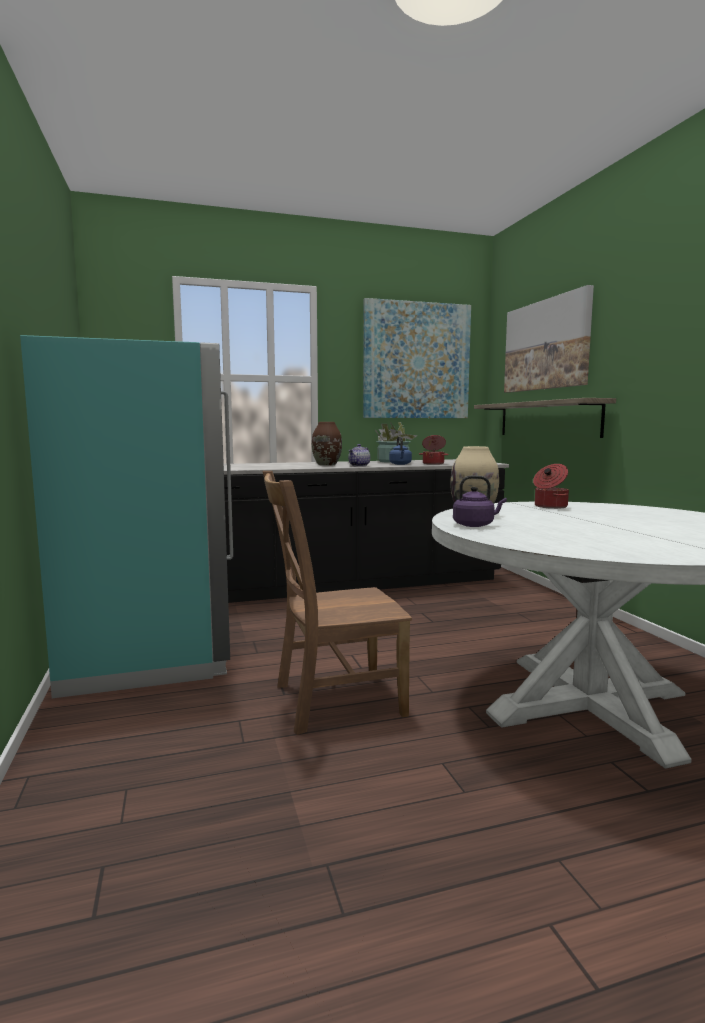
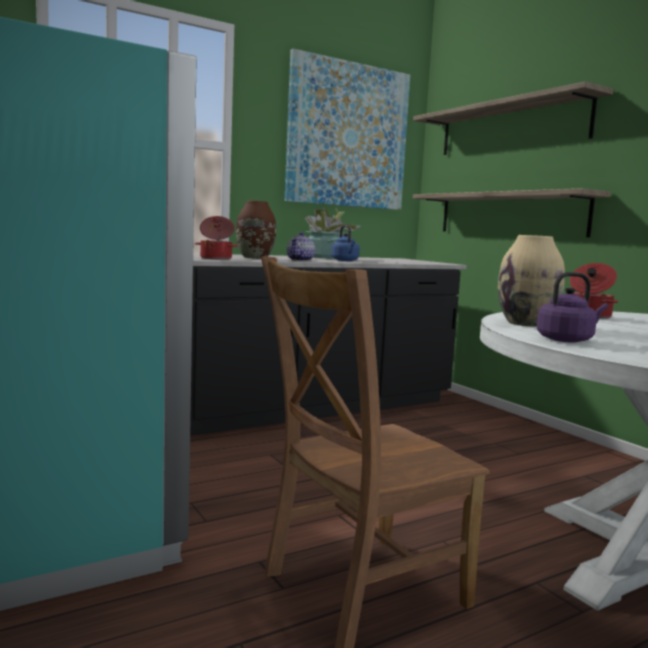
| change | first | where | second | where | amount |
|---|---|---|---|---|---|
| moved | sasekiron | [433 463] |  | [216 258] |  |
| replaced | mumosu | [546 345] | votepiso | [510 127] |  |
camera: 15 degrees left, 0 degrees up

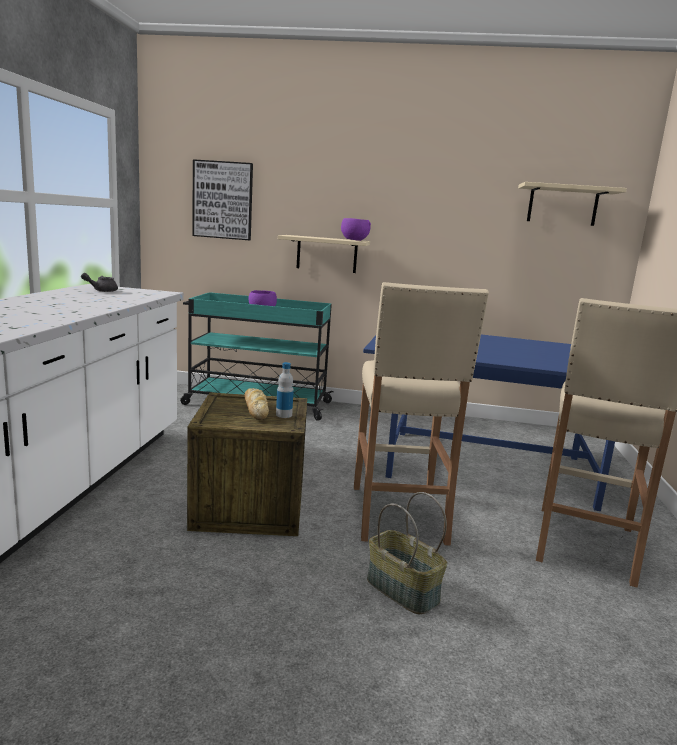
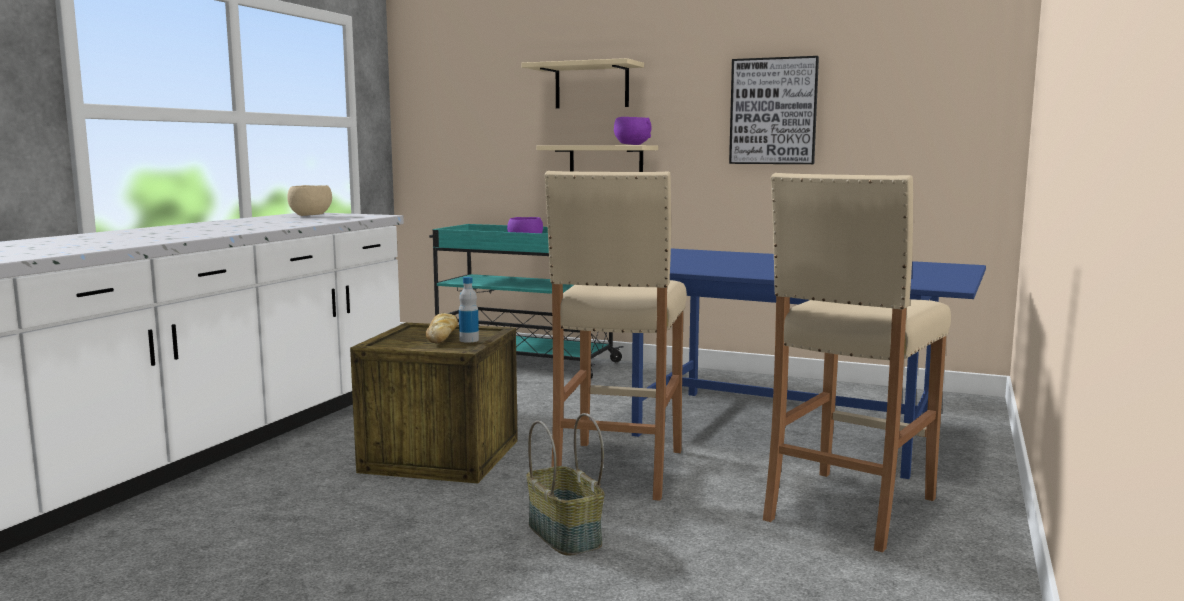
| change | first | where | second | where | amount |
|---|---|---|---|---|---|
| replaced | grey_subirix | [102 290] | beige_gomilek | [310 215] |  |
| moved | mumosu | [223 200] |  | [773 111] |  |
| moved | beige_votepiso | [562 205] |  | [592 86] |  |
camera: 15 degrees right, 5 degrees down

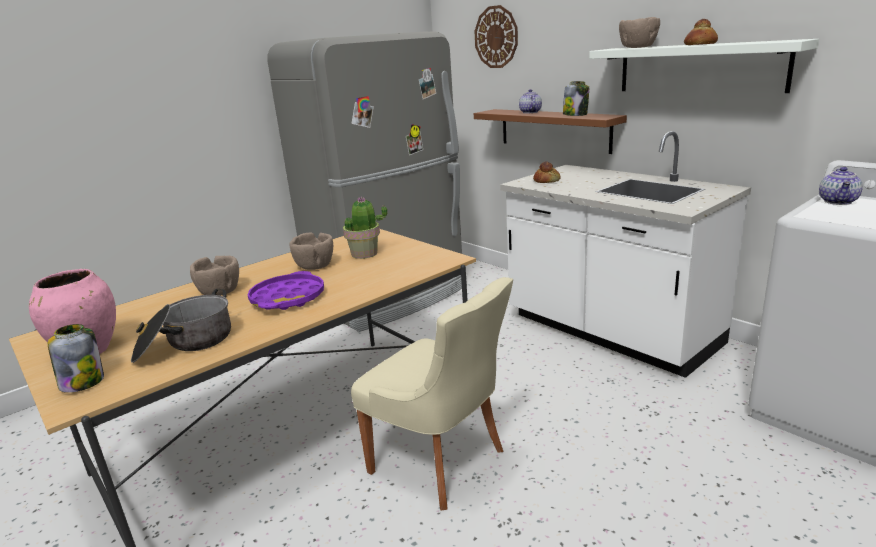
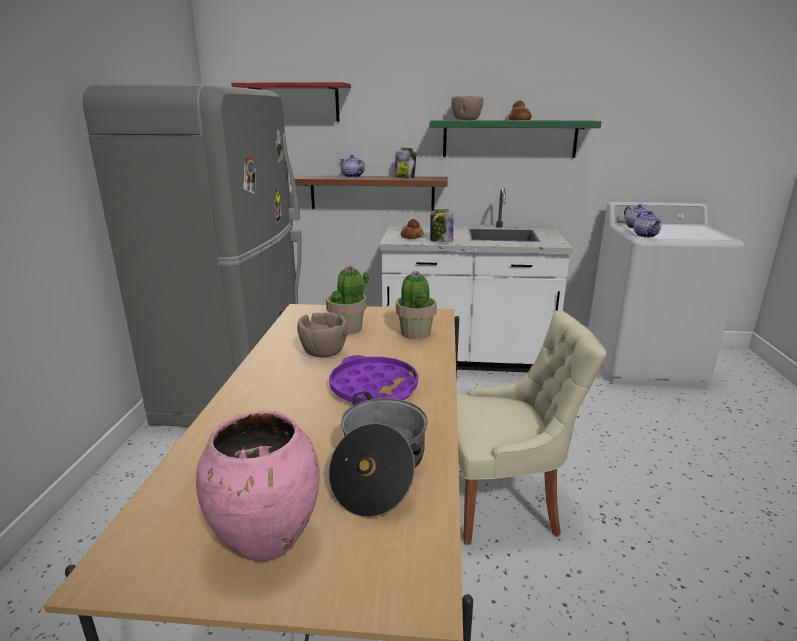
| change | first | where | second | where | amount |
|---|---|---|---|---|---|
| moved | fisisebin | [83 382] |  | [441 241] |  |
| removed | brown_gomilek | [219 292] |  |  |  |
| replaced | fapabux | [496 37] | red_votepiso | [299 103] |  |
| recoloured | white_votepiso | [699 68] | green_votepiso | [509 138] |  |
| added |  |  | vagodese | [415 333] |  |
| added |  |  | subirix | [646 235] |  |
camera: 45 degrees left, 0 degrees up

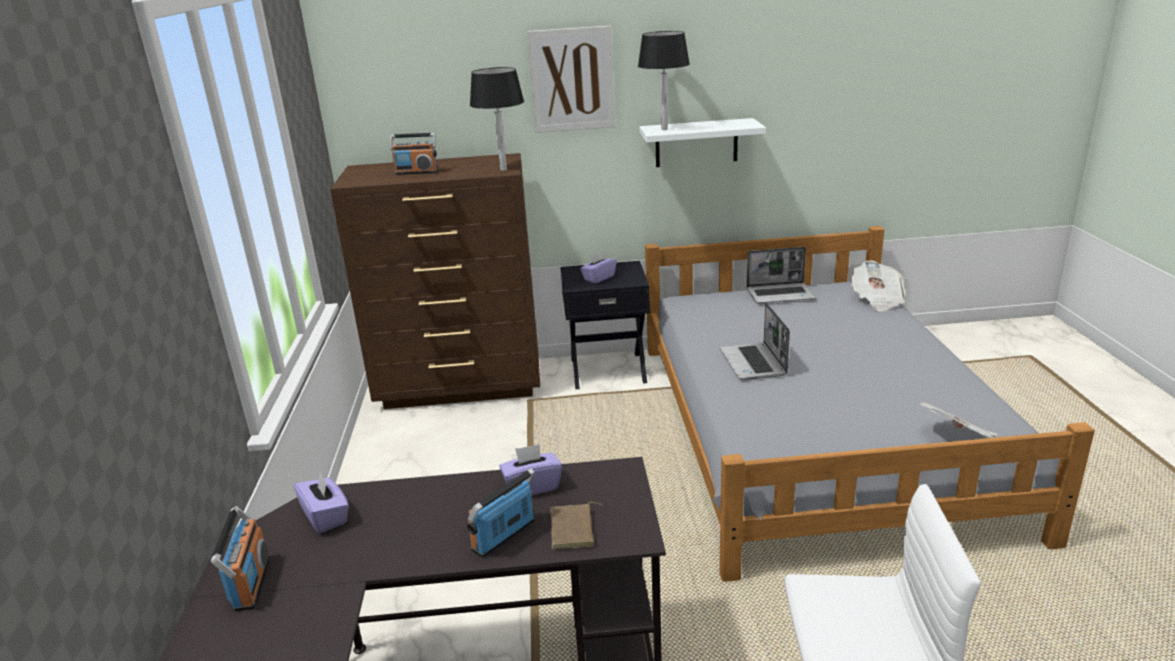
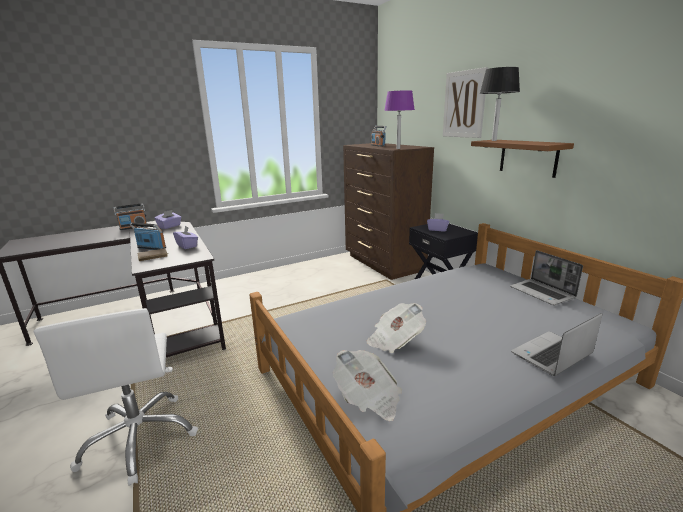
| change | first | where | second | where | amount |
|---|---|---|---|---|---|
| recoloured | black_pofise | [503 169] | purple_pofise | [398 148] |  |
| recoloured | white_votepiso | [696 143] | brown_votepiso | [528 157] |  |
| moved | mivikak | [754 363] |  | [552 355] |  |
| moved | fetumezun | [877 300] |  | [395 340] |  |
camera: 65 degrees right, 5 degrees down

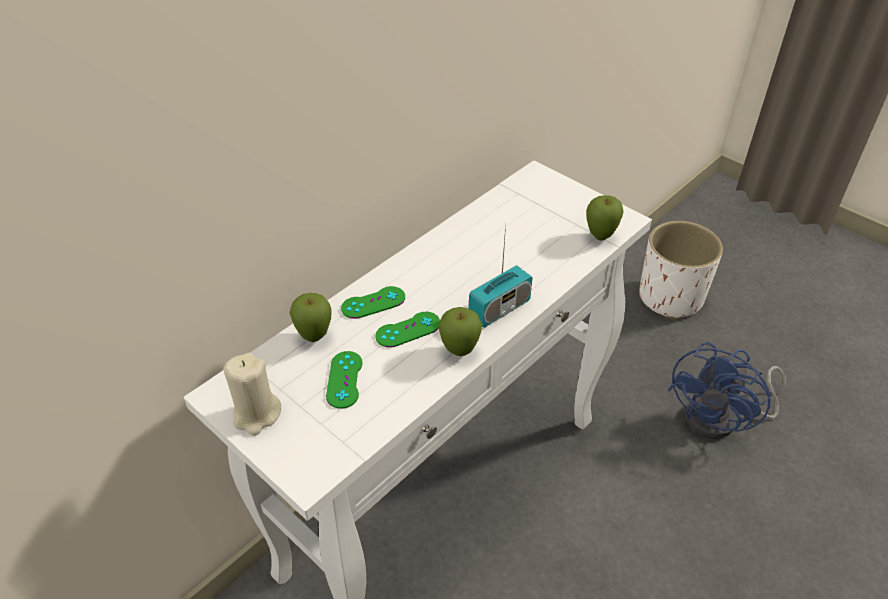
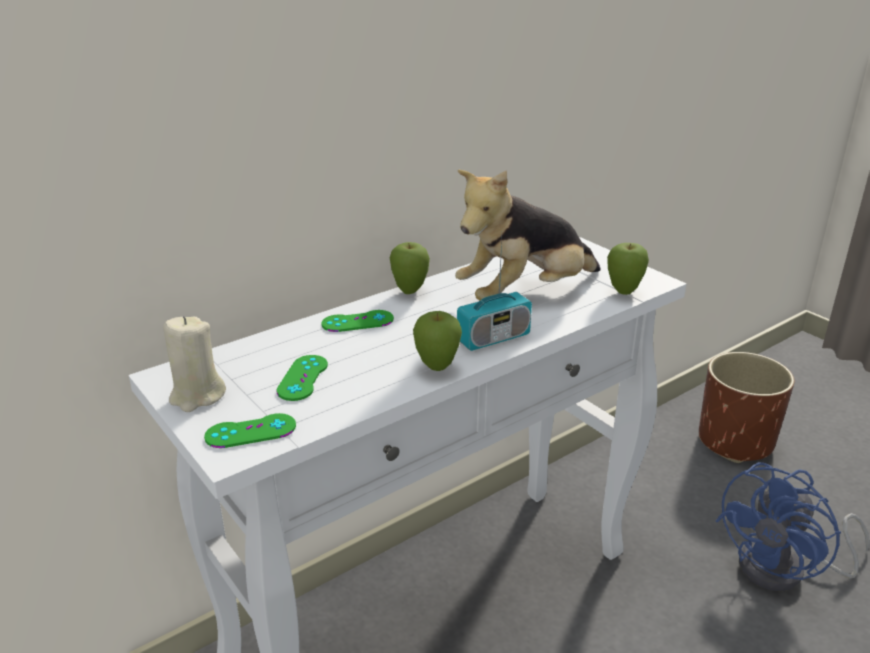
| change | first | where | second | where | amount |
|---|---|---|---|---|---|
| moved | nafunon | [314 337] |  | [410 291] |  |
| moved | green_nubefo | [408 330] |  | [250 431] |  |
| recoloured | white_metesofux | [670 297] | brown_metesofux | [735 441] |  |
| added |  |  | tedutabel | [525 295] |  |
camera: 10 degrees right, 15 degrees down

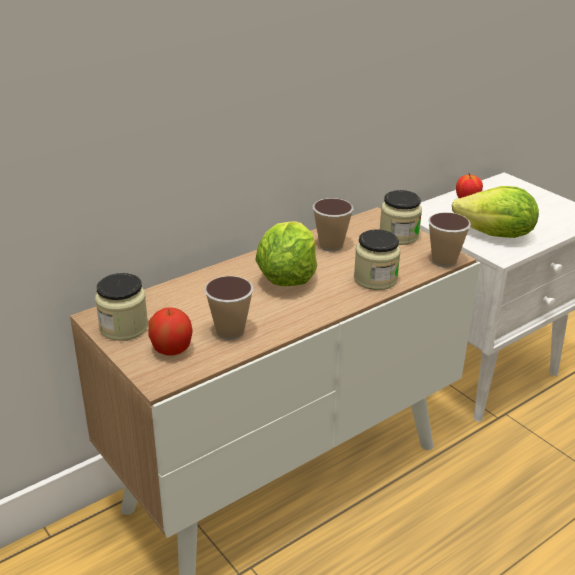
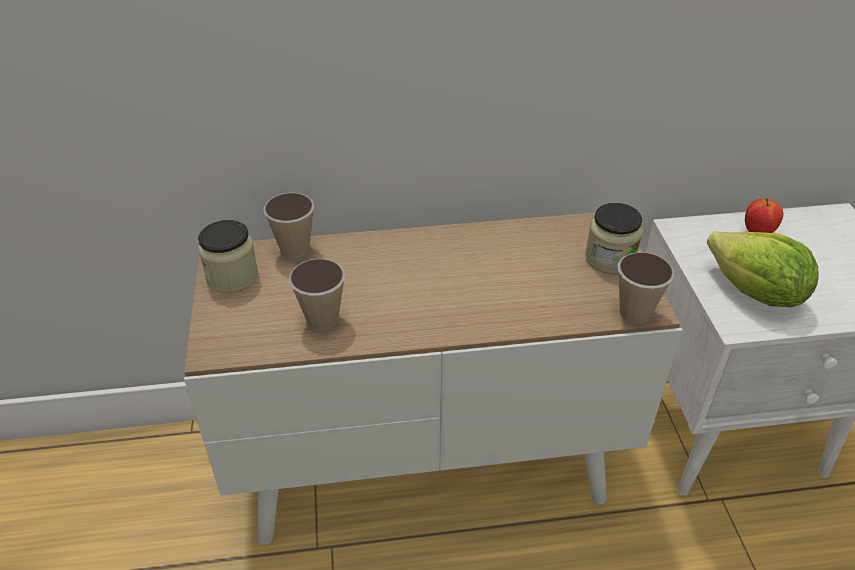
| change | first | where | second | where | amount |
|---|---|---|---|---|---|
| removed | nafunon | [171 350] |  |  |  |
| removed | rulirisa | [287 277] |  |  |  |
| moved | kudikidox | [331 245] |  | [295 249] |  |
| removed | fisisebin | [375 279] |  |  |  |
camera: 30 degrees right, 10 degrees up

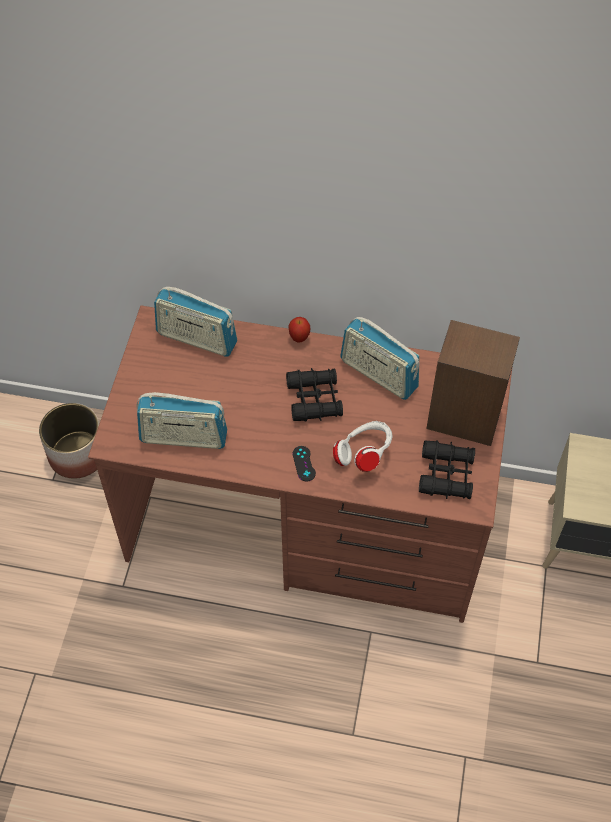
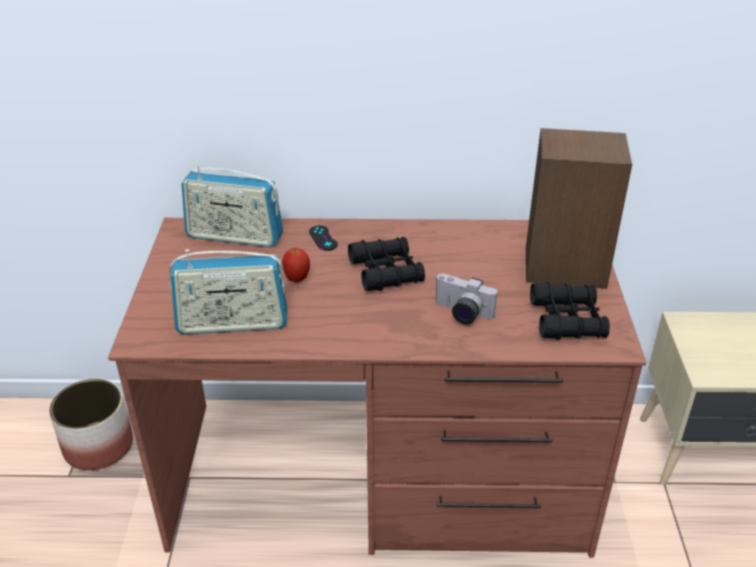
| change | first | where | second | where | amount |
|---|---|---|---|---|---|
| moved | nafunon | [299 338] |  | [297 279] |  |
| moved | black_nubefo | [304 463] |  | [323 238] |  |
| replaced | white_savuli | [364 455] | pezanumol | [461 313] |  |
| removed | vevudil | [378 374] |  |  |  |
camera: 10 degrees left, 20 degrees down

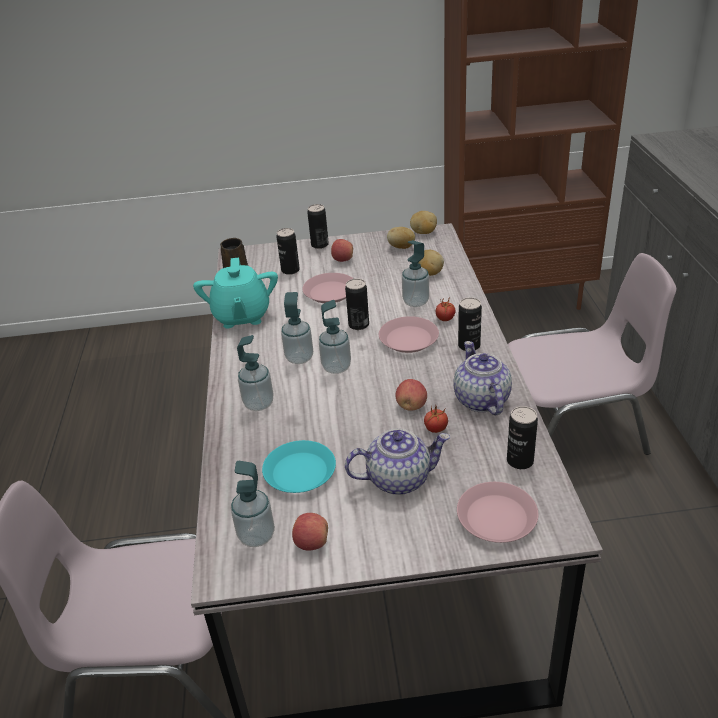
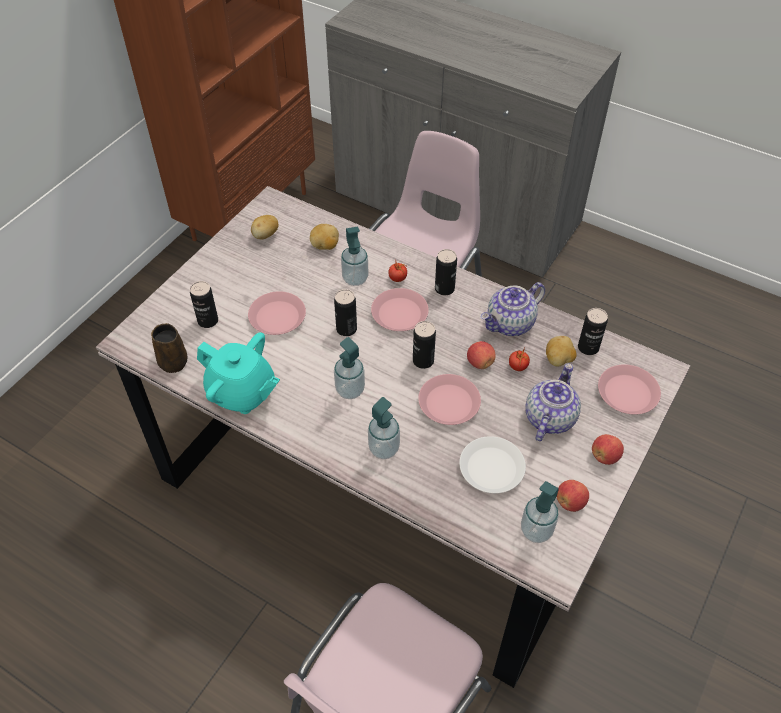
| change | first | where | second | where | amount |
|---|---|---|---|---|---|
| recoloured | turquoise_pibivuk | [300 472] | white_pibivuk | [492 468] |  |
| moved | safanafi | [320 245] |  | [423 361] |  |
| removed | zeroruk | [336 367] |  |  |  |
| moved | nafunon | [342 260] |  | [604 456] |  |
| moved | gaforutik | [423 233] |  | [558 360] |  |
| turned | subirix | [480 400] |  | [510 324] | 60 degrees counterclockwise |
| added |  |  | pink_pibivuk | [449 404] |  |
camera: 55 degrees left, 15 degrees up

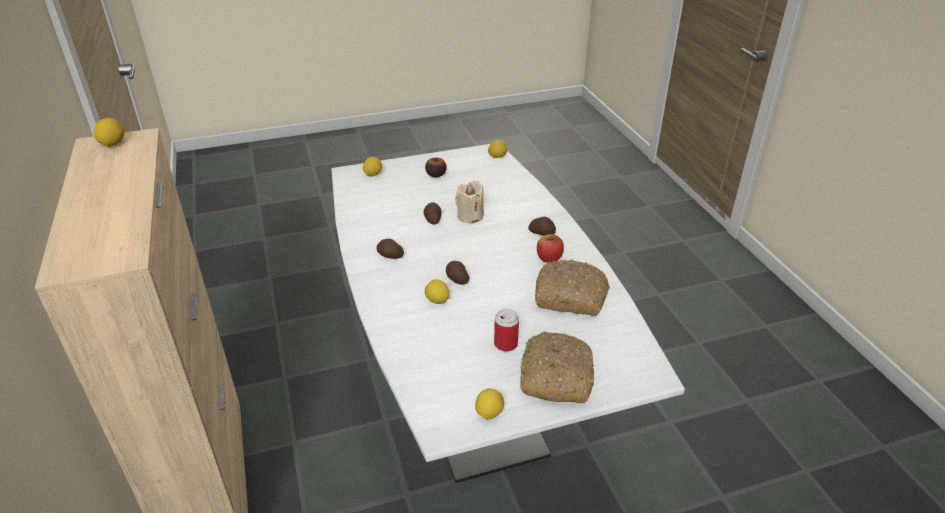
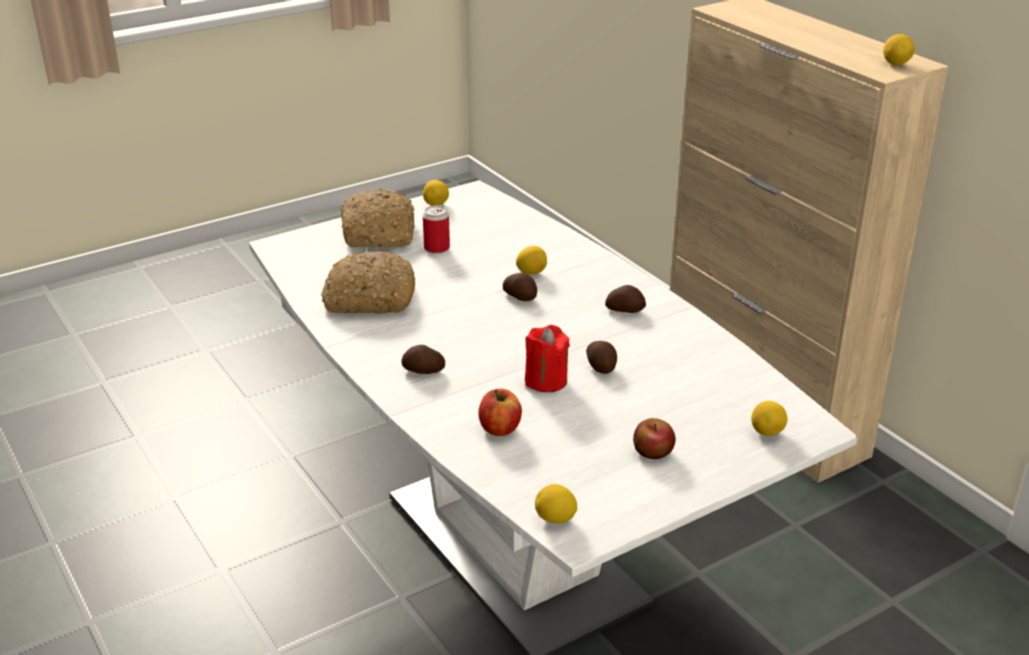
| change | first | where | second | where | amount |
|---|---|---|---|---|---|
| recoloured | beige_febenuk | [470 216] | red_febenuk | [546 380] |  |
| moved | nafunon | [549 258] |  | [500 428] |  |
camera: 165 degrees right, 5 degrees down

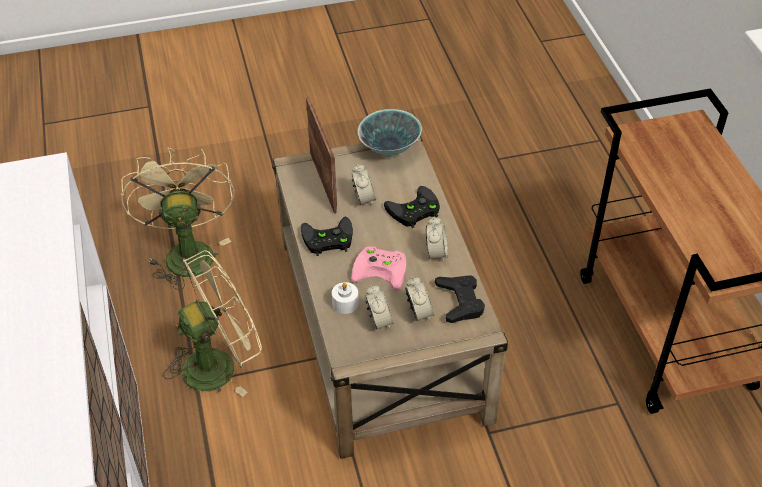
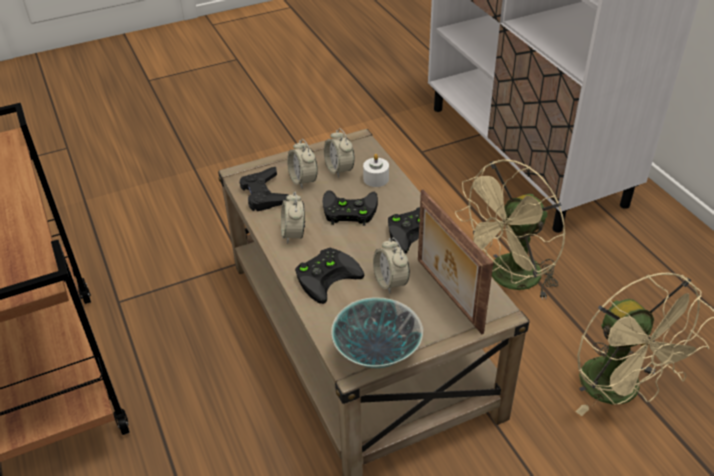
| change | first | where | second | where | amount |
|---|---|---|---|---|---|
| recoloured | pink_nubefo | [382 269] | black_nubefo | [347 211] |  |
camera: 170 degrees right, 5 degrees down

